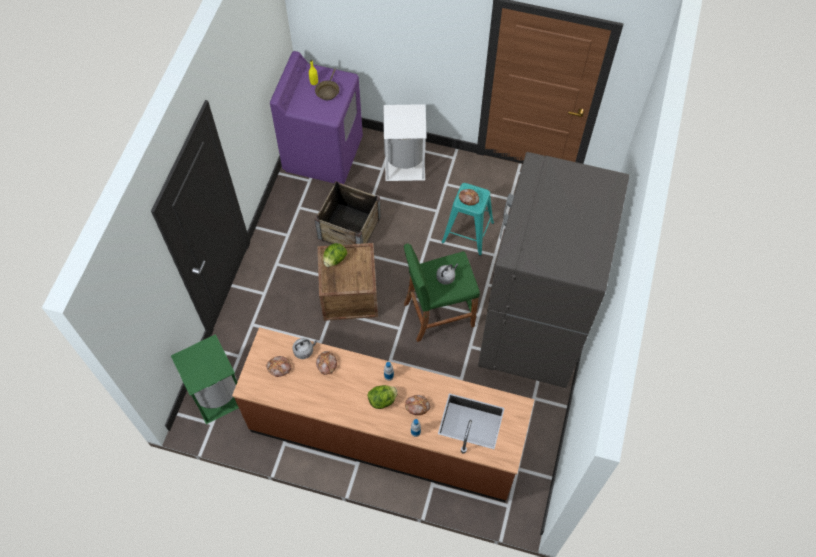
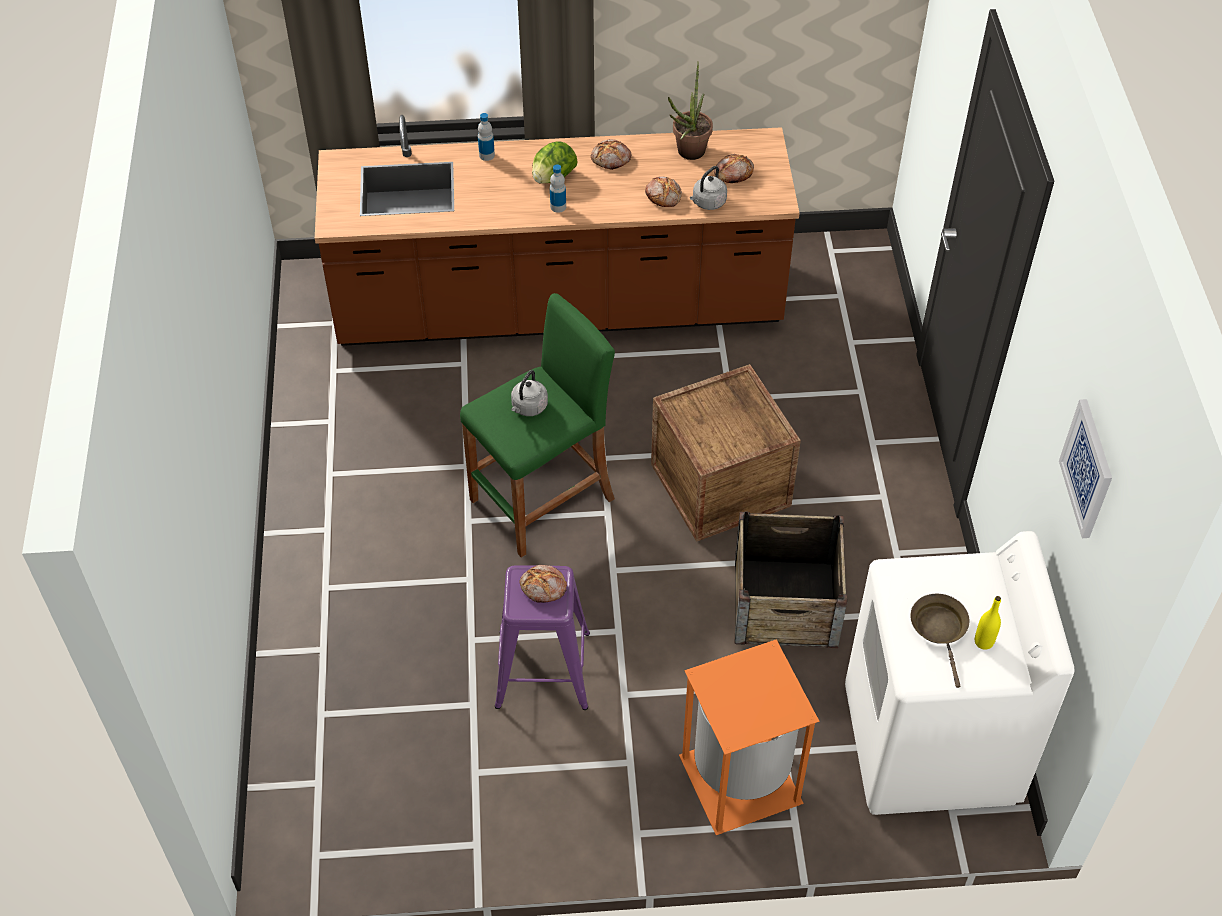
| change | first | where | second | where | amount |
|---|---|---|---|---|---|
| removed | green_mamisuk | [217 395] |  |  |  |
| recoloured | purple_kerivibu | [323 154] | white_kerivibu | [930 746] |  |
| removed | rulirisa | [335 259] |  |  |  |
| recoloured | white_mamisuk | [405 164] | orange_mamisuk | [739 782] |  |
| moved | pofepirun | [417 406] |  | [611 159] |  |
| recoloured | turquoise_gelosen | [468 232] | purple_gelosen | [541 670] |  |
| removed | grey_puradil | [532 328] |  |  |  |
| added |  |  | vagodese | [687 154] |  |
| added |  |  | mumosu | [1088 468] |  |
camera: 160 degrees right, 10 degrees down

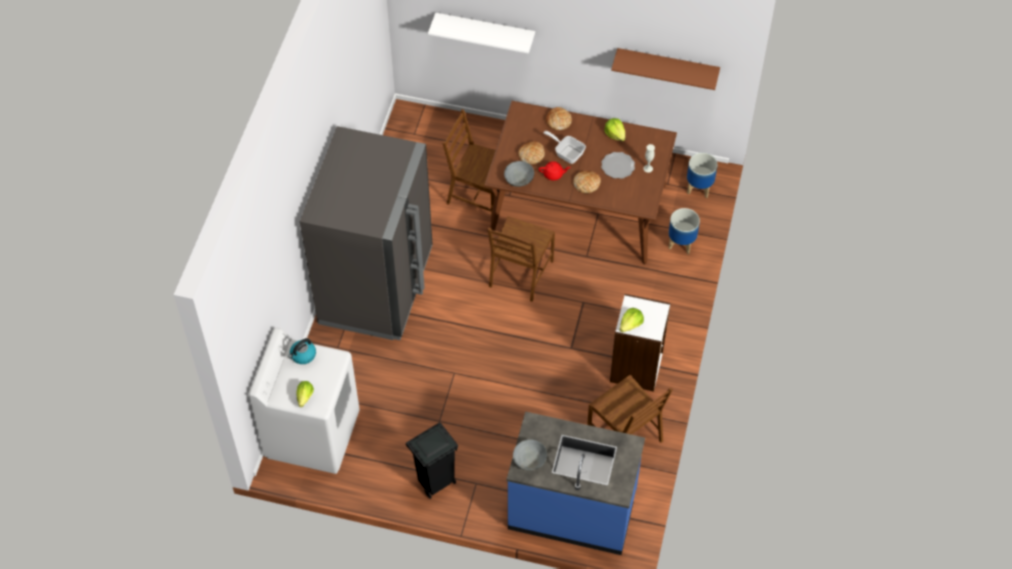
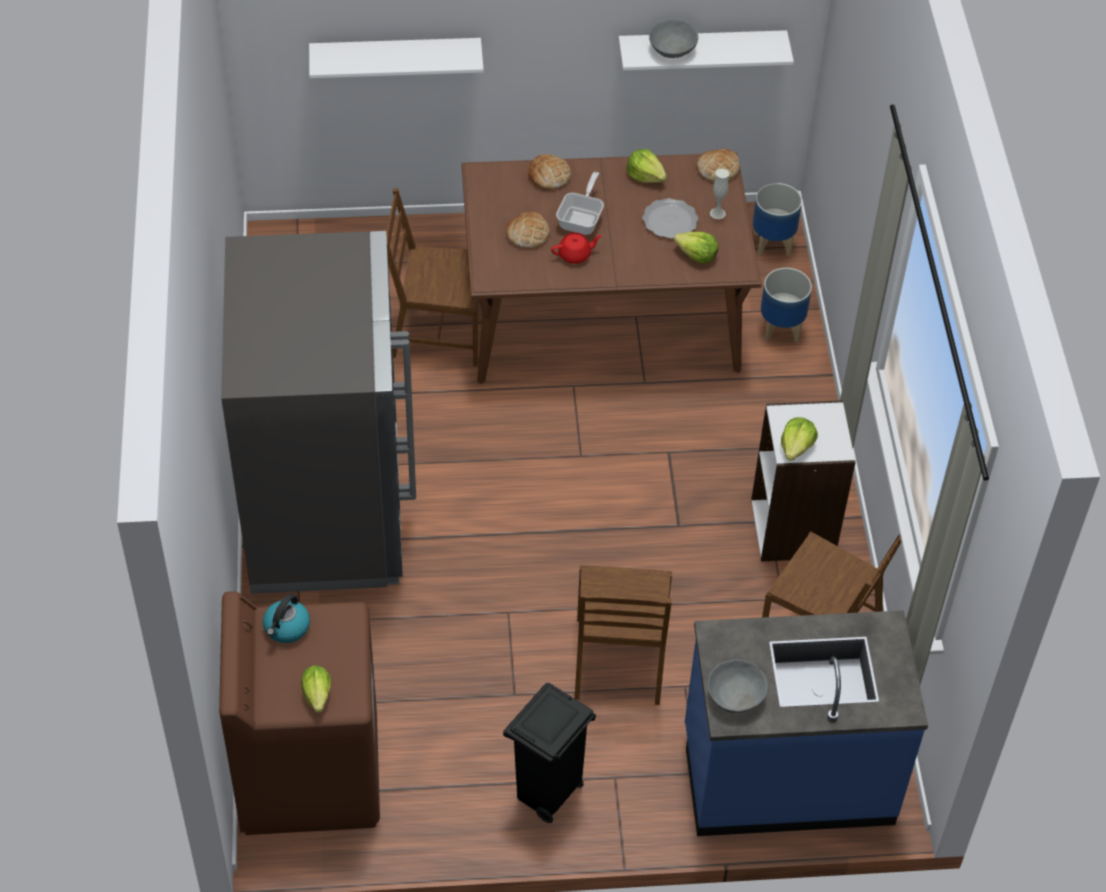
| change | first | where | second | where | amount |
|---|---|---|---|---|---|
| recoloured | white_kerivibu | [312 434] | brown_kerivibu | [309 773] |  |
| moved | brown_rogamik | [520 274] |  | [619 661] |  |
| moved | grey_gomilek | [519 179] |  | [672 49] |  |
| turned | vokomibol | [567 152] |  | [582 219] | 90 degrees clockwise |
| moved | pofepirun | [586 183] |  | [718 168] |  |
| recoloured | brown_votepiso | [667 66] | white_votepiso | [701 49] |  |
| added |  |  | rulirisa | [696 256] |  |
camera: 20 degrees left, 5 degrees down

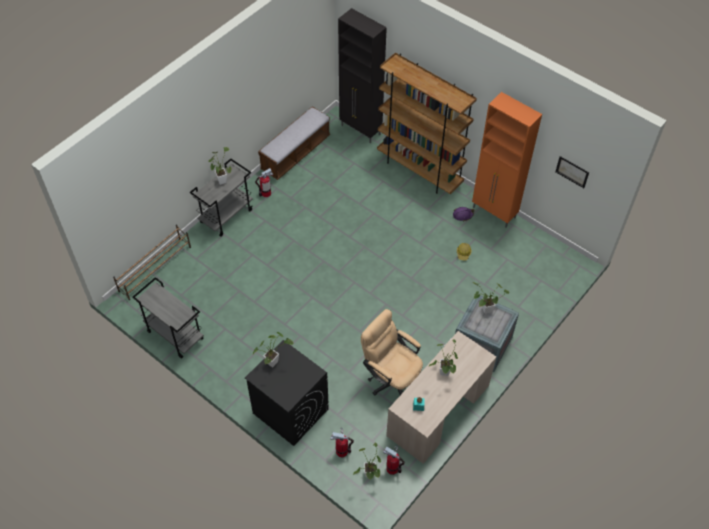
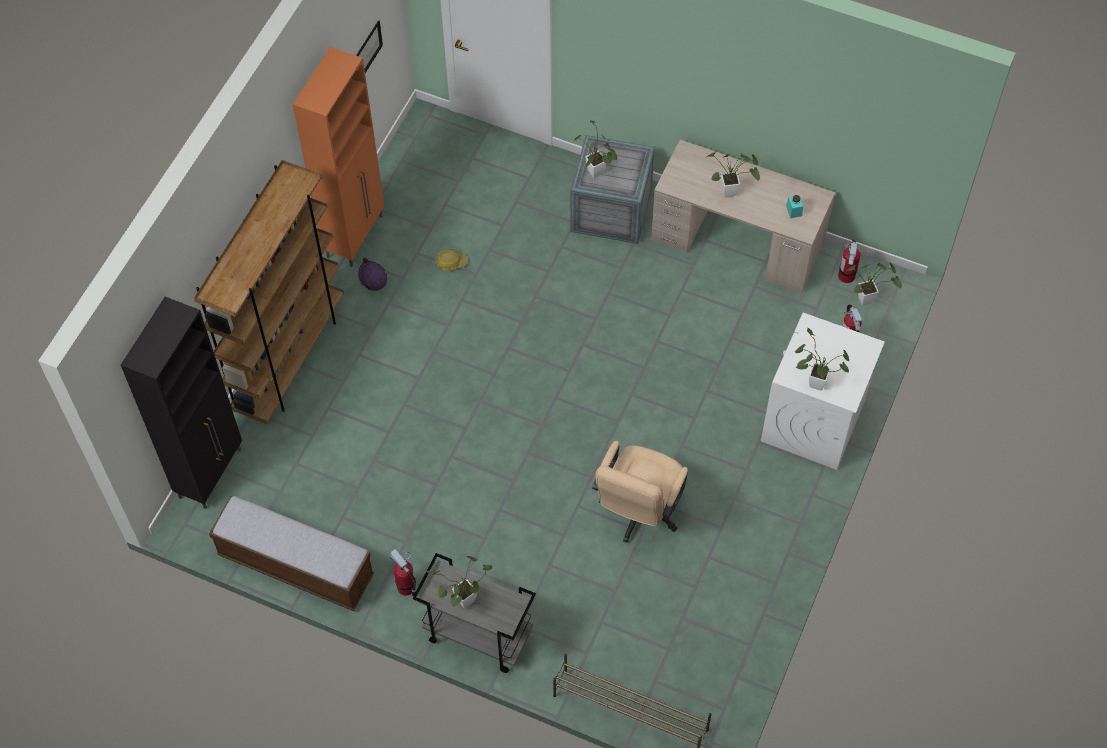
| change | first | where | second | where | amount |
|---|---|---|---|---|---|
| removed | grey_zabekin | [174 335] |  |  |  |
| recoloured | black_kerivibu | [290 411] | white_kerivibu | [813 422] |  |
| moved | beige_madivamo | [391 378] |  | [638 512] |  |
camera: 105 degrees left, 5 degrees up

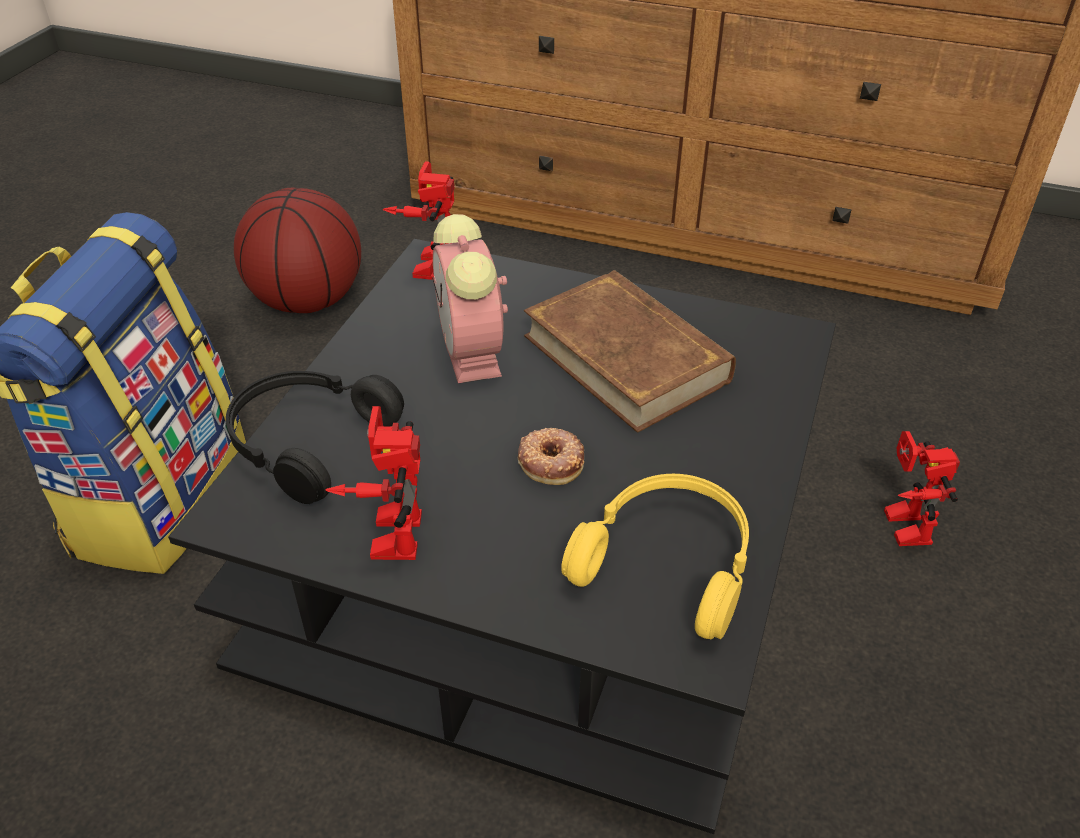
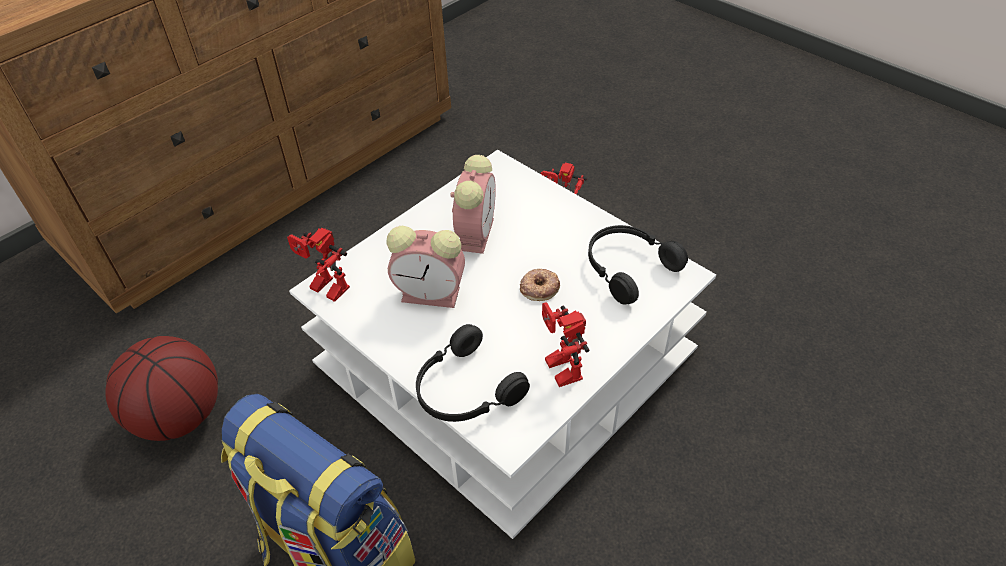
| change | first | where | second | where | amount |
|---|---|---|---|---|---|
| recoloured | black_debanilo | [540 555] | white_debanilo | [505 357] |  |
| turned | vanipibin | [388 531] |  | [557 368] | 45 degrees clockwise |
| replaced | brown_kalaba | [625 357] | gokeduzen | [475 232] |  |
| recoloured | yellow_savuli | [668 561] | black_savuli | [627 268] |  |
camera: 65 degrees left, 5 degrees up

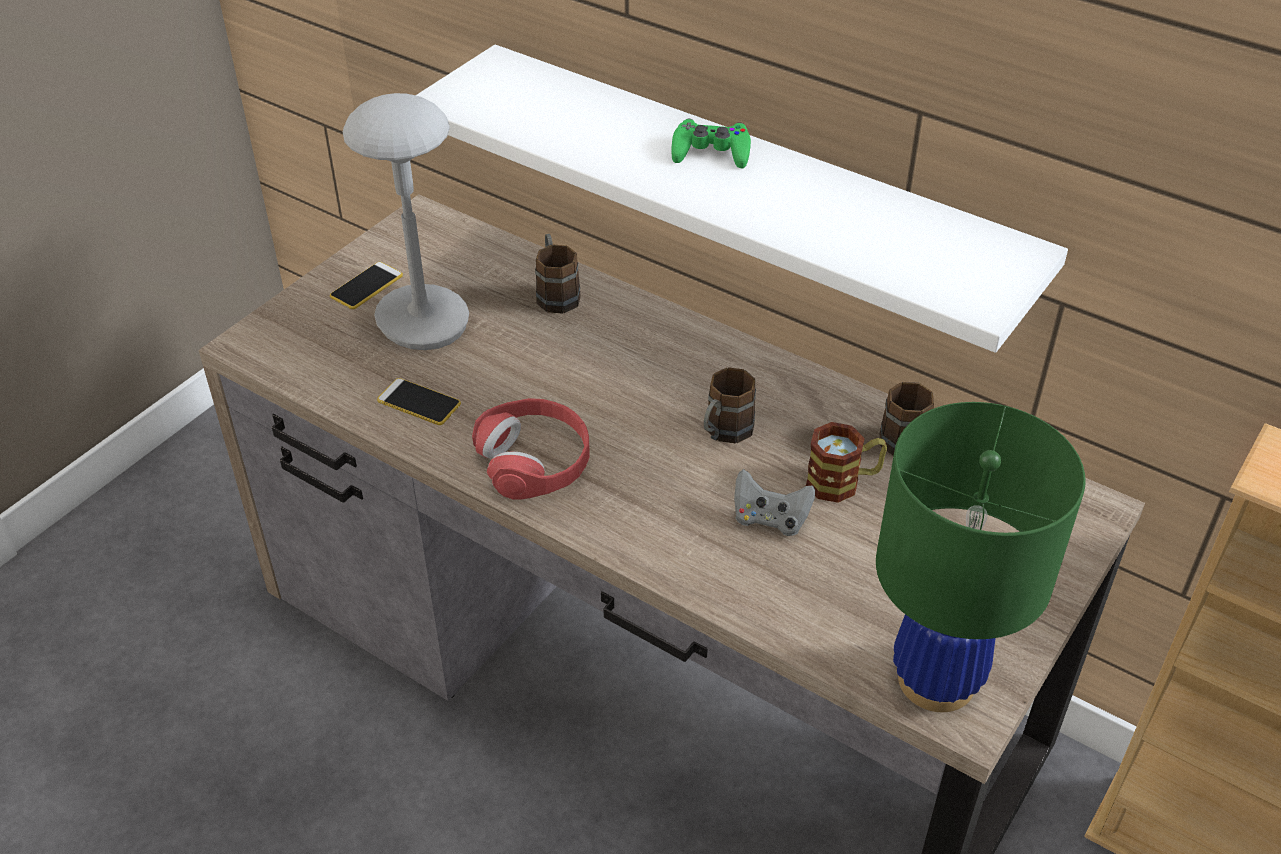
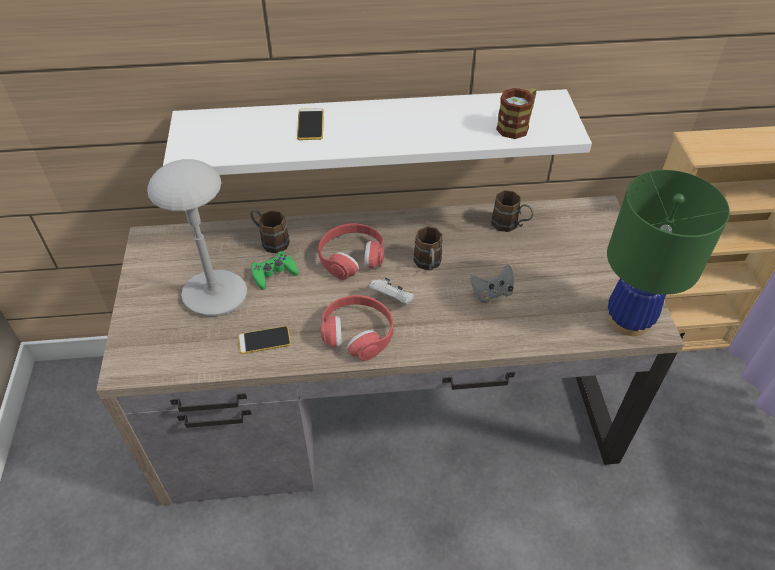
| change | first | where | second | where | amount |
|---|---|---|---|---|---|
| moved | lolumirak | [366 286] |  | [310 124] |  |
| moved | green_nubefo | [711 151] |  | [274 273] |  |
| moved | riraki | [843 482] |  | [516 125] |  |
| added |  |  | red_savuli | [351 257] |  |
| added |  |  | white_nubefo | [393 300] |  |
camera: 40 degrees left, 5 degrees up

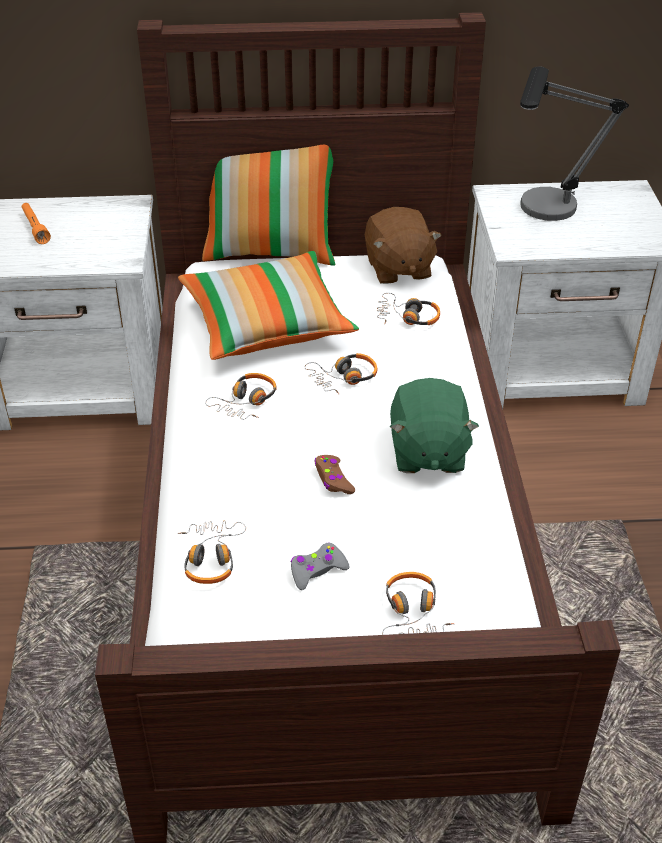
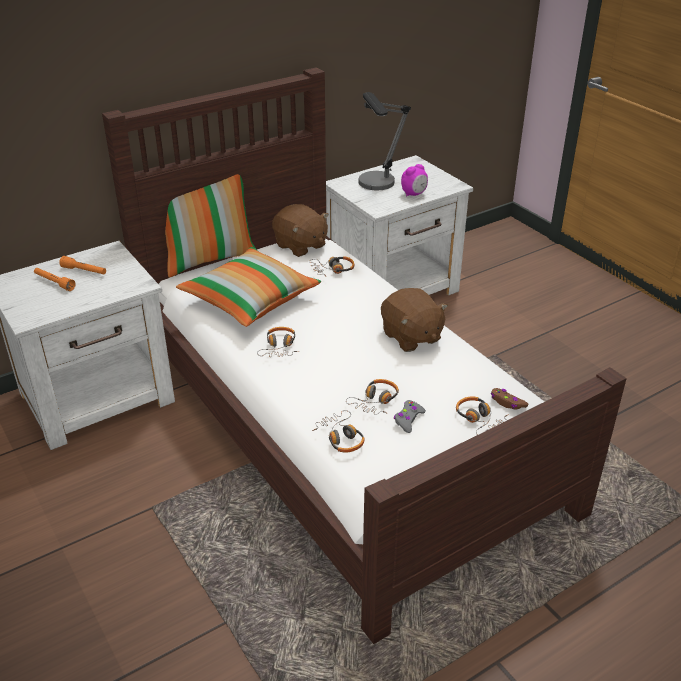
| change | first | where | second | where | amount |
|---|---|---|---|---|---|
| moved | savuli | [343 378] |  | [375 401] |  |
| moved | brown_nubefo | [333 479] |  | [507 402] |  |
| recoloured | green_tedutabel | [427 452] | brown_tedutabel | [411 337] |  |
| added |  |  | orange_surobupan | [84 271] |  |
| added |  |  | gokeduzen | [414 194] |  |
camera: 30 degrees left, 5 degrees down

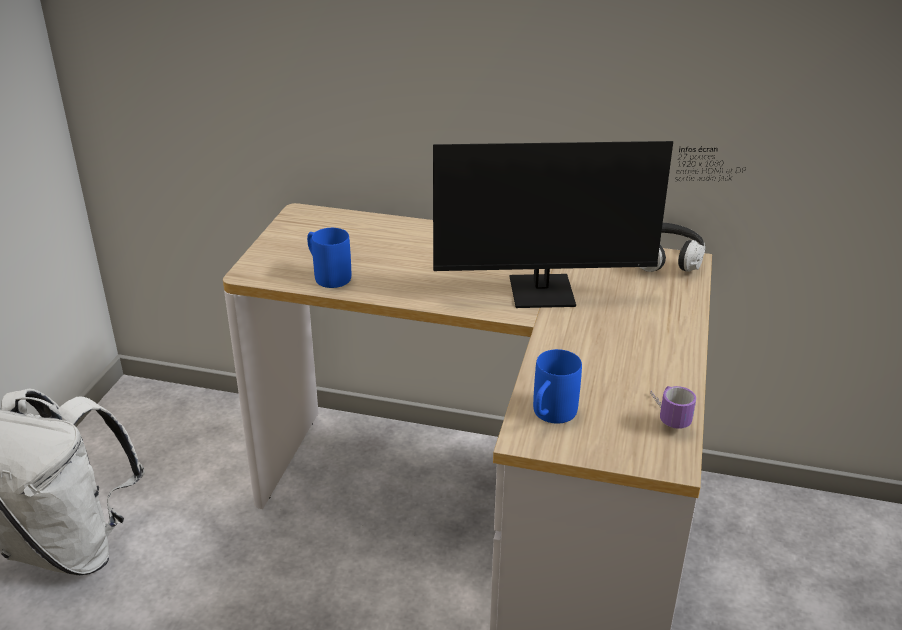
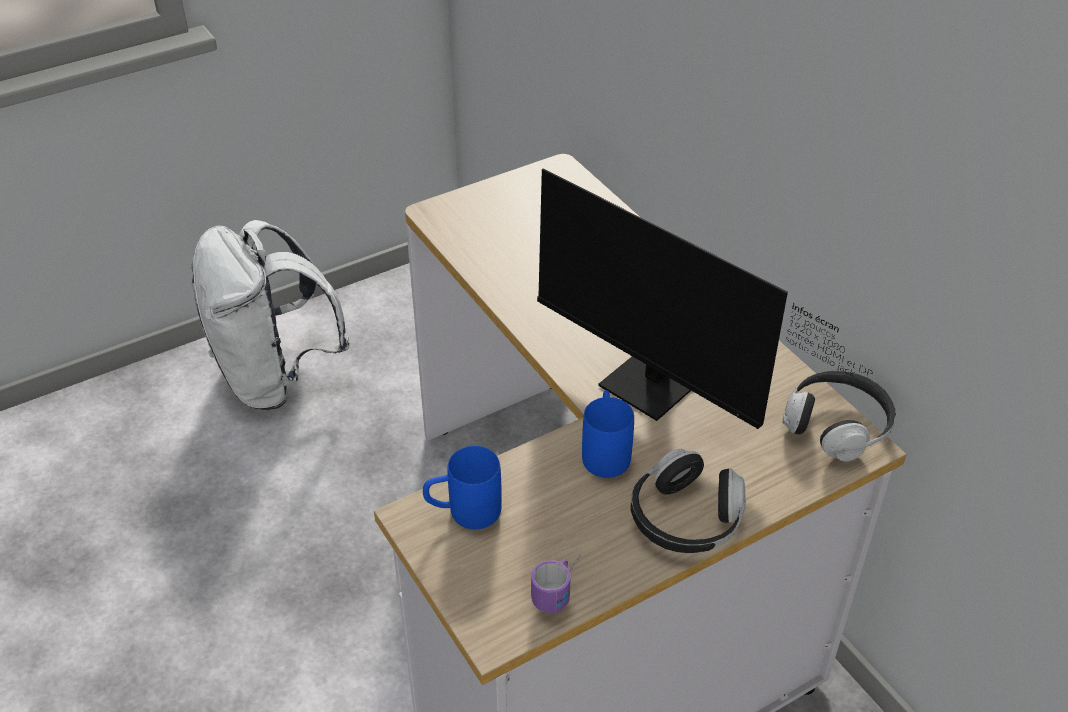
| change | first | where | second | where | amount |
|---|---|---|---|---|---|
| moved | blue_riraki | [327 275] |  | [605 451] |  |
| added |  |  | savuli | [685 519] |  |
camera: 45 degrees right, 10 degrees up

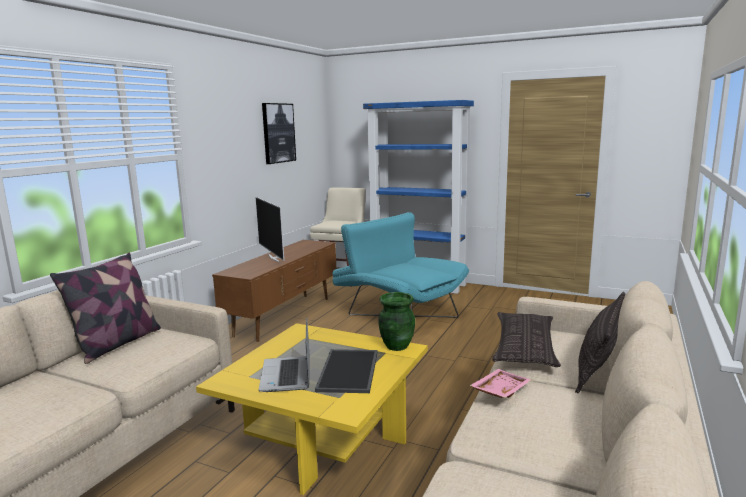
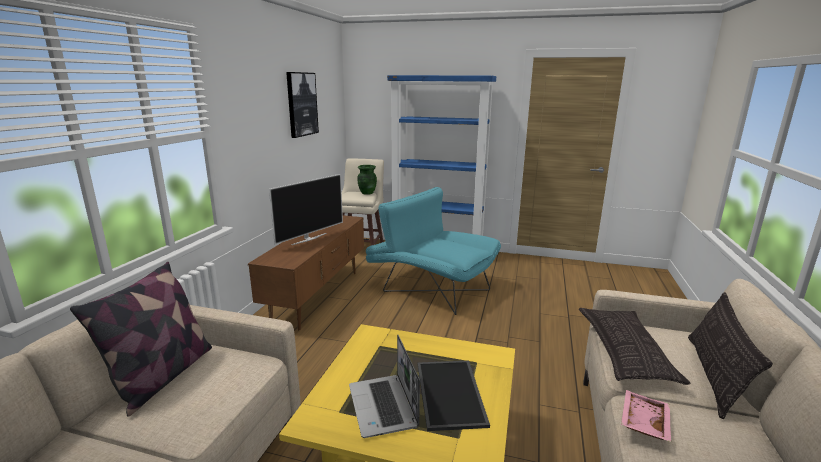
| change | first | where | second | where | amount |
|---|---|---|---|---|---|
| turned | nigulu | [274 258] |  | [309 239] | 105 degrees counterclockwise |
| moved | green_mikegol | [396 346] |  | [367 193] |  |
camera: 10 degrees left, 5 degrees up

